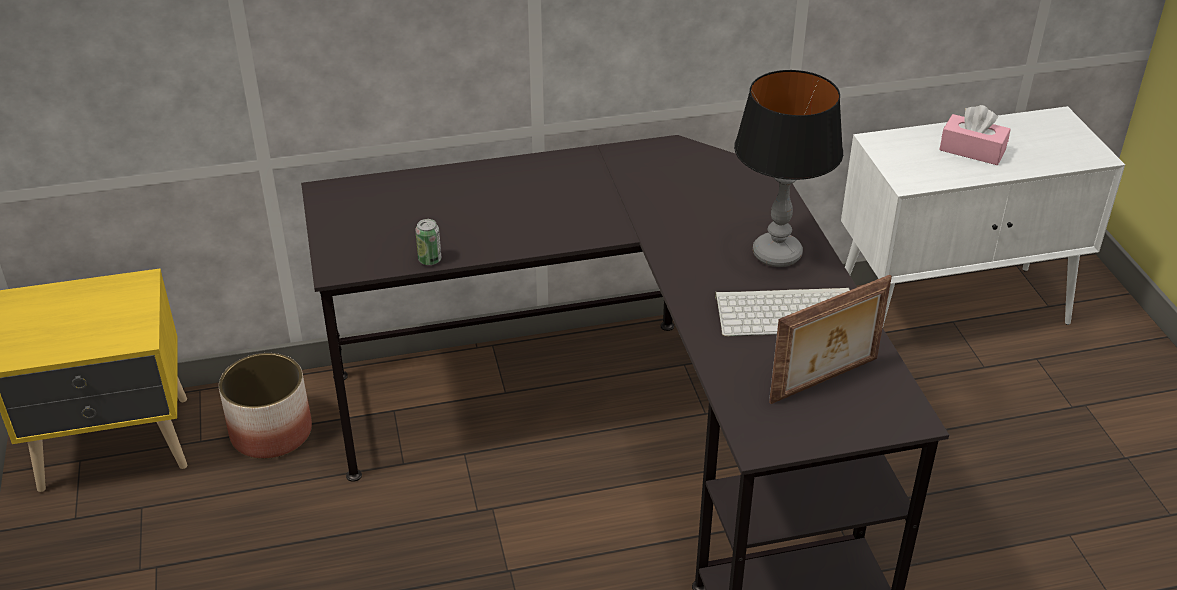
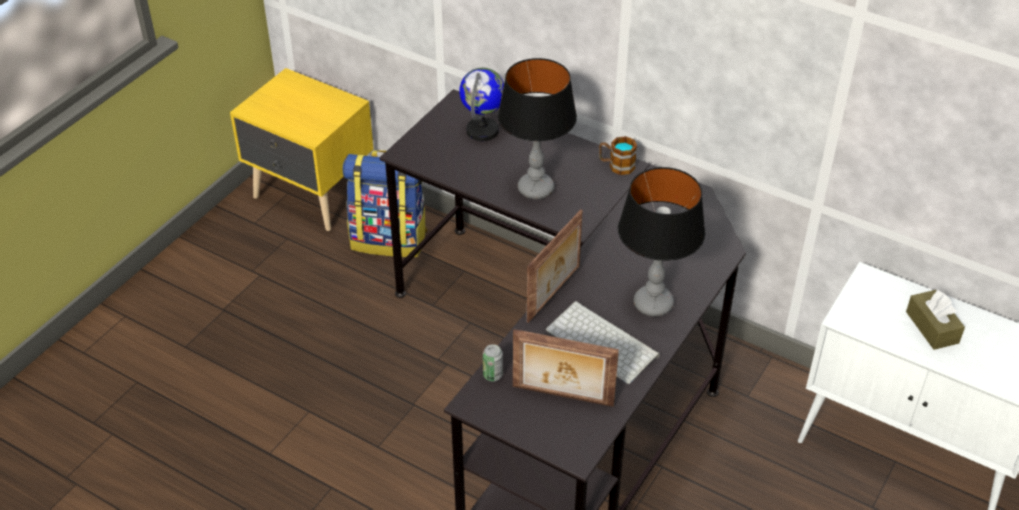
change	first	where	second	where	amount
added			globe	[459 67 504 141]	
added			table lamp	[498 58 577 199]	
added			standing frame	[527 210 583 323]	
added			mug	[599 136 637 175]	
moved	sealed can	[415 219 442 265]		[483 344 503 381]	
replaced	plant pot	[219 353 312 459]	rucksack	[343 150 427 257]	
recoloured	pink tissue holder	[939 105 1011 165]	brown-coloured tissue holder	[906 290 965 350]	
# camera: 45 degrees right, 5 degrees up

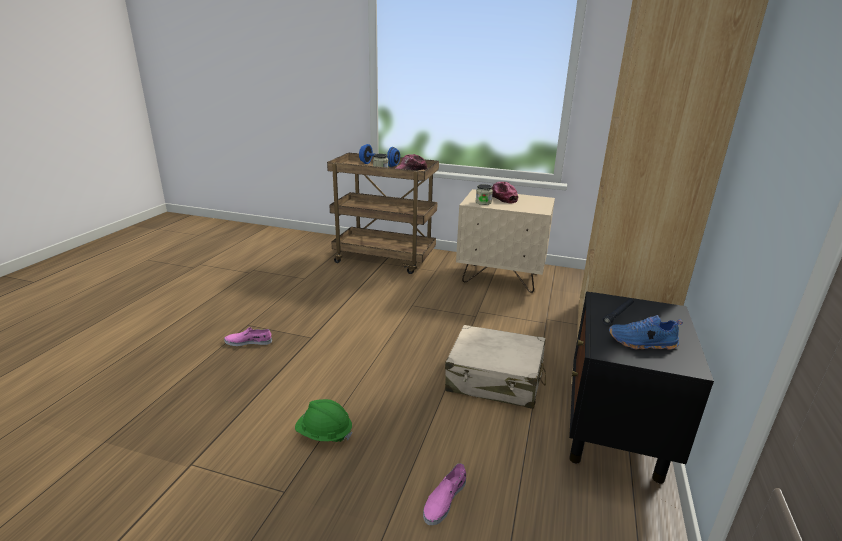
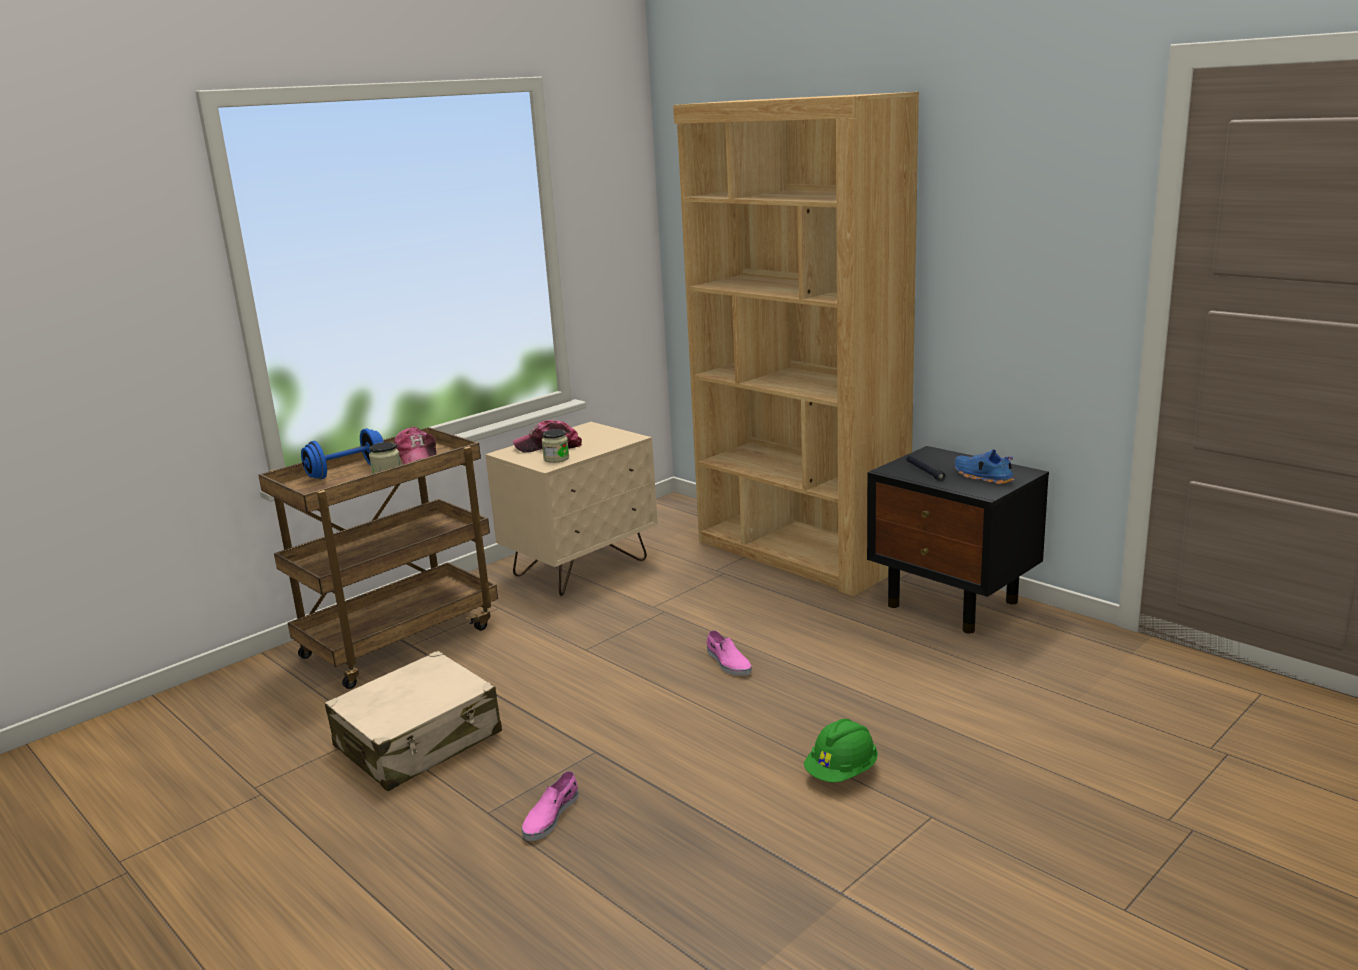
change	first	where	second	where	amount
moved	pink low shoe	[423 463 466 525]		[707 630 752 676]	
moved	beige travel case	[445 325 546 409]		[325 651 502 791]	
turned	blue low shoe	[609 315 683 350]		[954 449 1014 484]	105 degrees clockwise
# camera: 60 degrees left, 5 degrees down

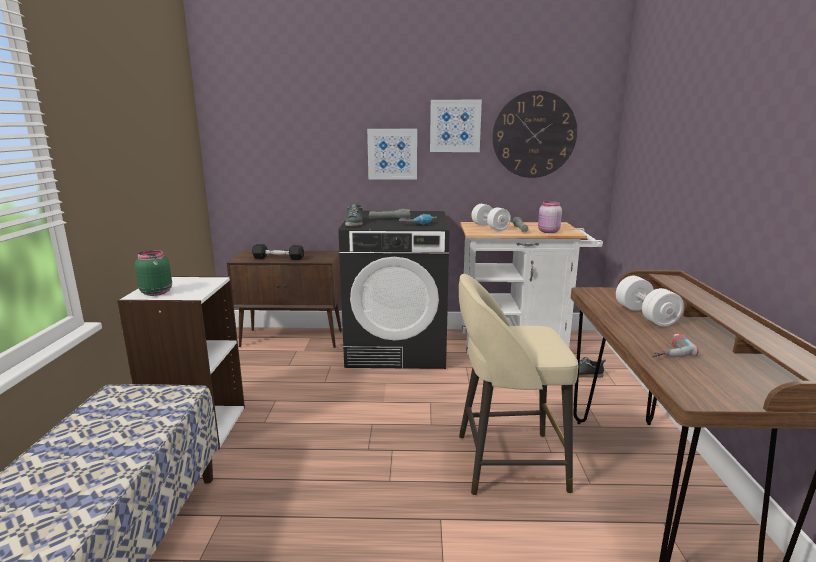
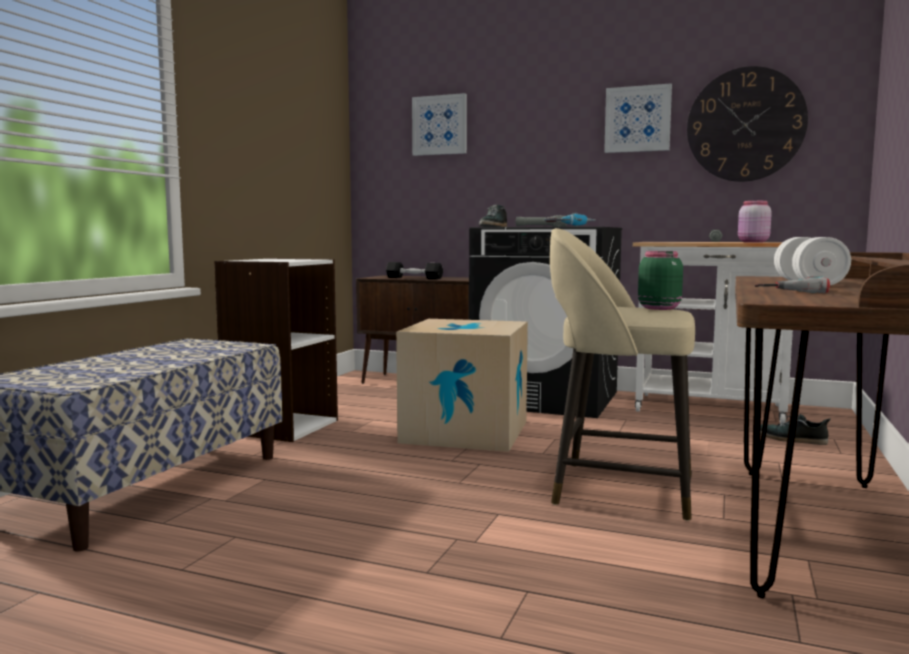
change	first	where	second	where	amount
removed	white-coloured dumbbell	[472 204 511 231]			
added			packing box	[396 319 528 452]	
moved	green storage jar	[135 250 172 296]		[638 251 683 310]	
moved	wall picture	[367 129 417 180]		[412 93 467 156]	
# camera: 20 degrees right, 10 degrees down

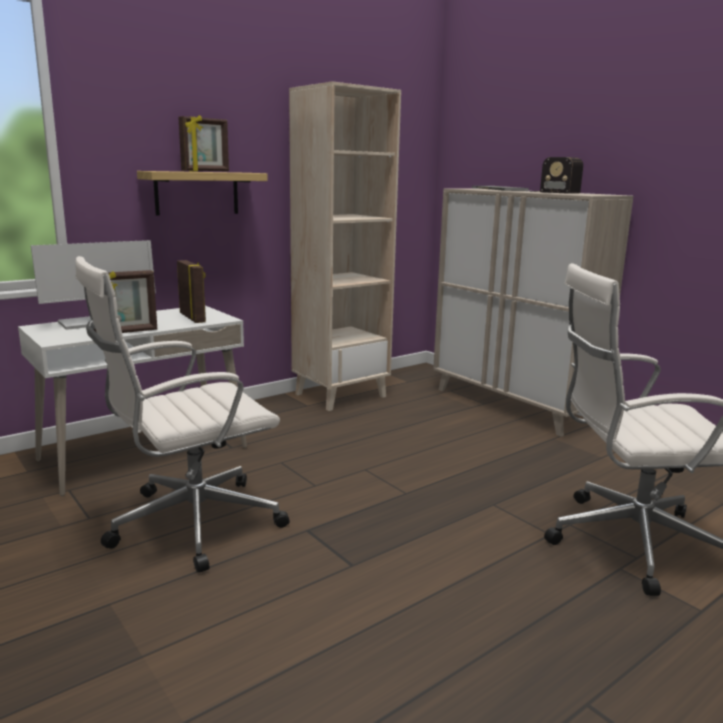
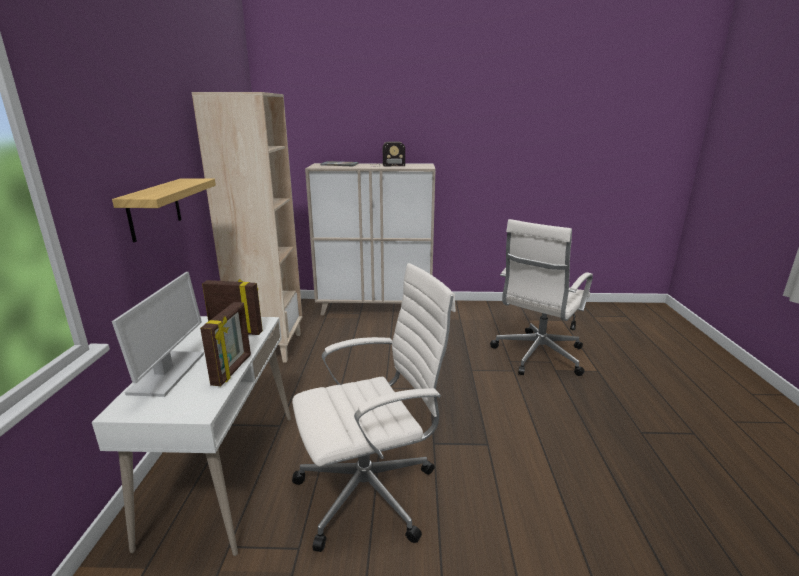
change	first	where	second	where	amount
removed	standing frame	[178 115 229 172]			
turned	white-coloured desk chair	[75 256 290 573]		[292 263 456 552]	120 degrees counterclockwise
# camera: 50 degrees left, 5 degrees up

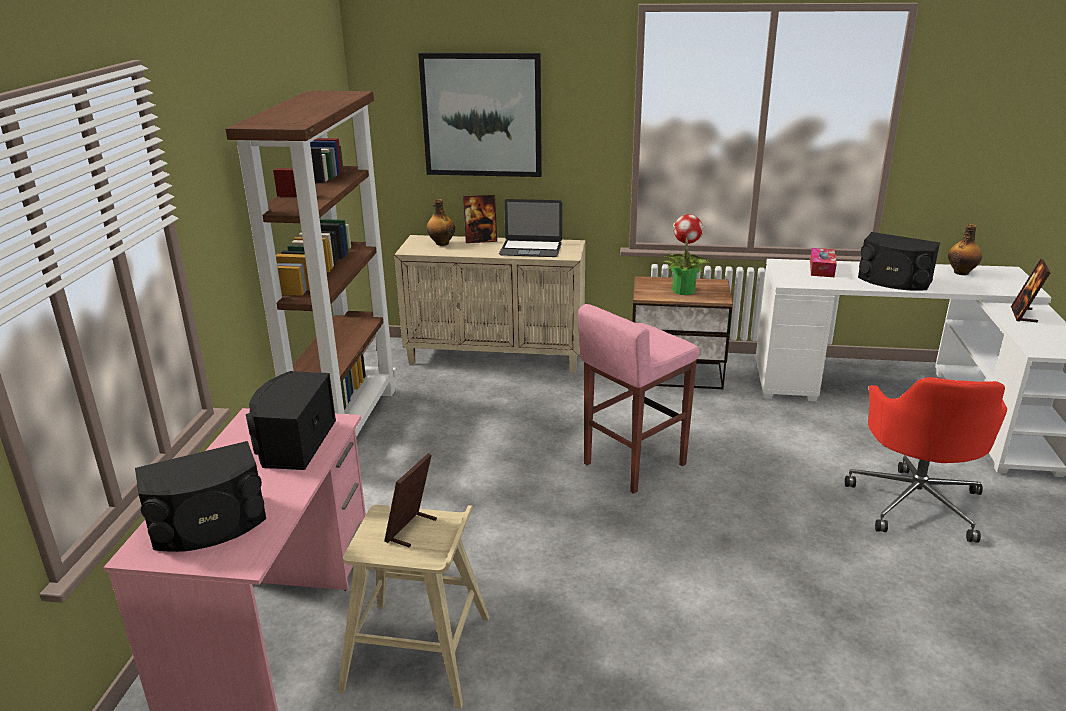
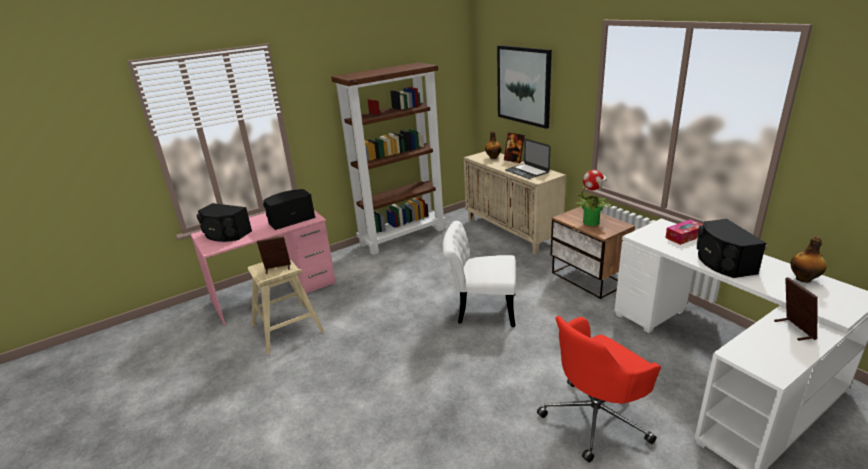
change	first	where	second	where	amount
replaced	pink stool seat	[578 304 700 494]	white-coloured upright chair	[443 221 516 327]	
turned	standing frame	[1011 259 1051 323]		[774 277 818 341]	105 degrees clockwise
# camera: 50 degrees right, 0 degrees up

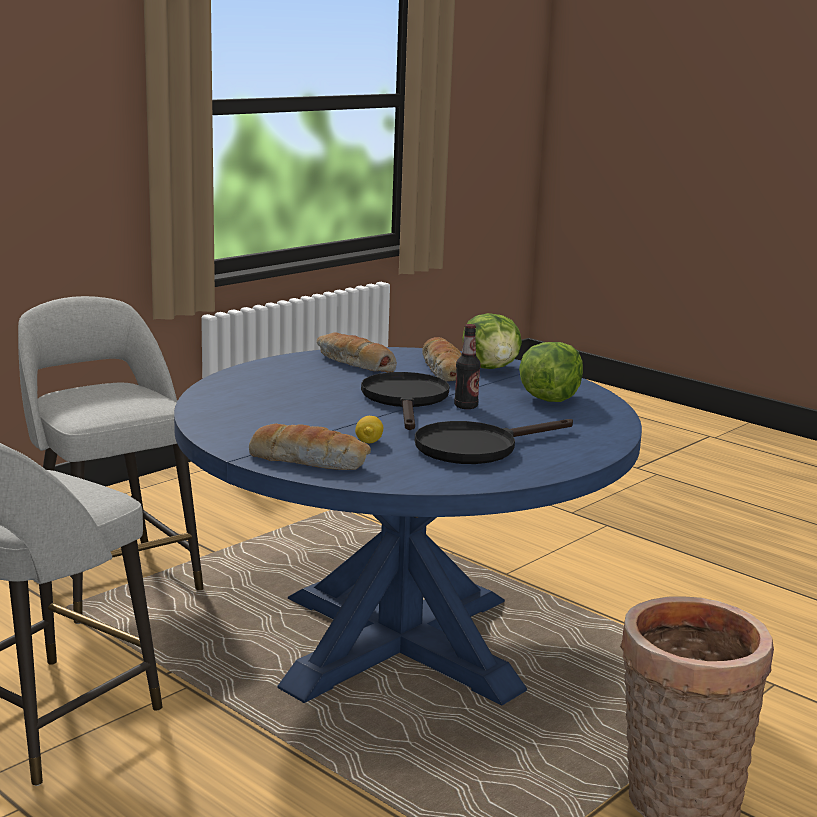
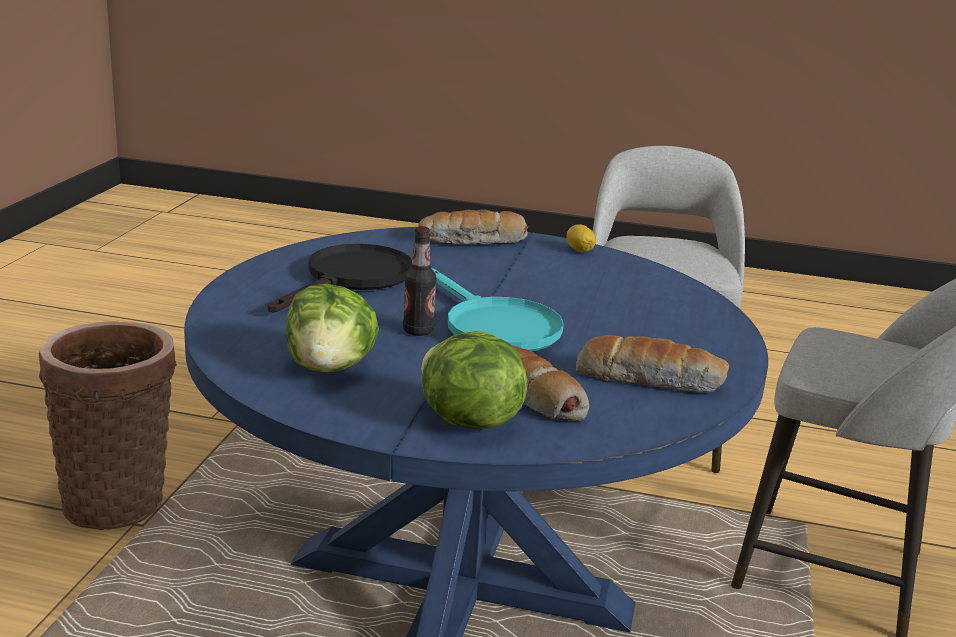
change	first	where	second	where	amount
moved	whole lemon	[355 416 383 443]		[566 224 596 252]	
recoloured	blackish pan	[361 372 450 430]	blue-green pan	[431 268 564 351]	
# camera: 150 degrees right, 5 degrees up

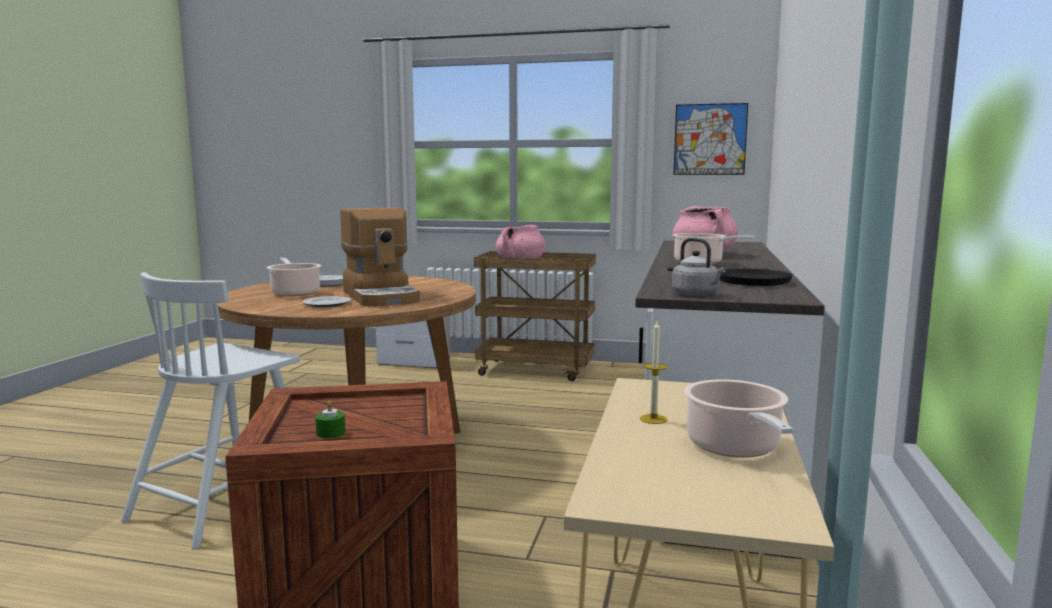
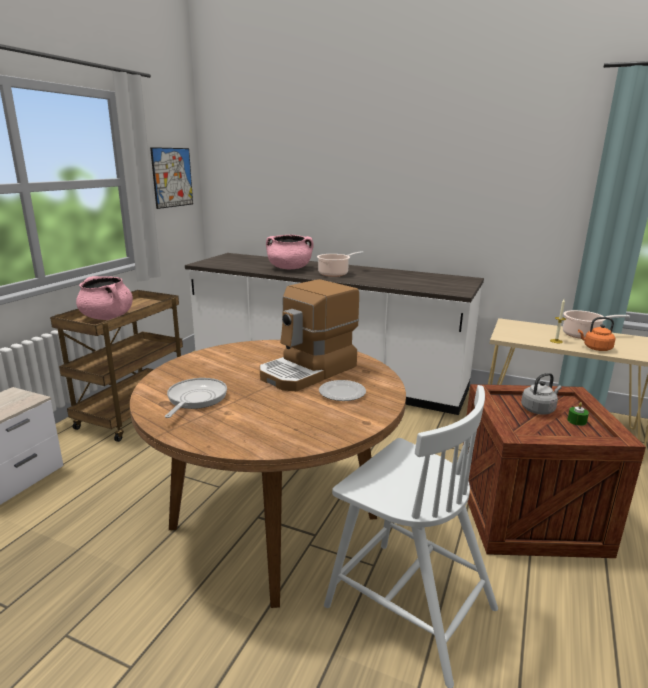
change	first	where	second	where	amount
removed	saucepot	[267 258 321 296]			
removed	blackish pan	[667 267 792 286]			
added			orangey tea kettle	[578 317 615 351]	
moved	greyish tea kettle	[672 238 726 296]		[521 373 562 415]	
turned	coffee maker	[340 208 420 306]		[260 279 359 391]	150 degrees clockwise
# camera: 80 degrees left, 10 degrees up

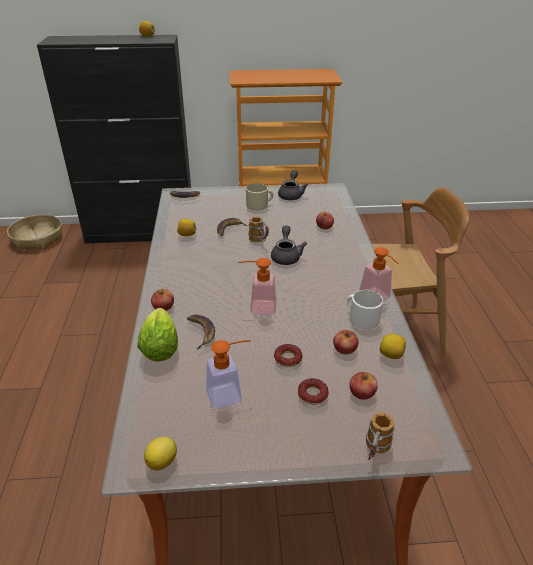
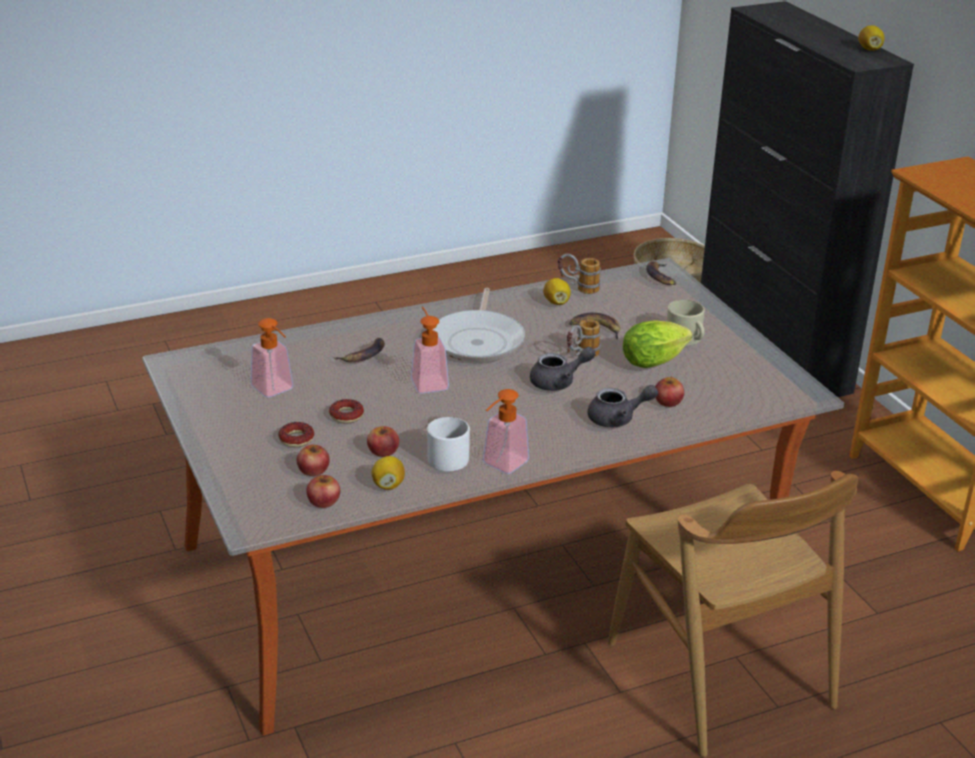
change	first	where	second	where	amount
removed	whole lemon	[144 437 177 471]			
added			pan	[433 288 525 362]	
moved	lettuce head	[137 308 178 362]		[623 320 692 368]	
moved	apple fruit	[151 289 174 311]		[306 475 340 508]	
moved	greyish pot for tea	[278 170 308 200]		[588 385 658 427]	
moved	mug	[366 413 395 460]		[558 254 601 294]	
# camera: 70 degrees right, 5 degrees down

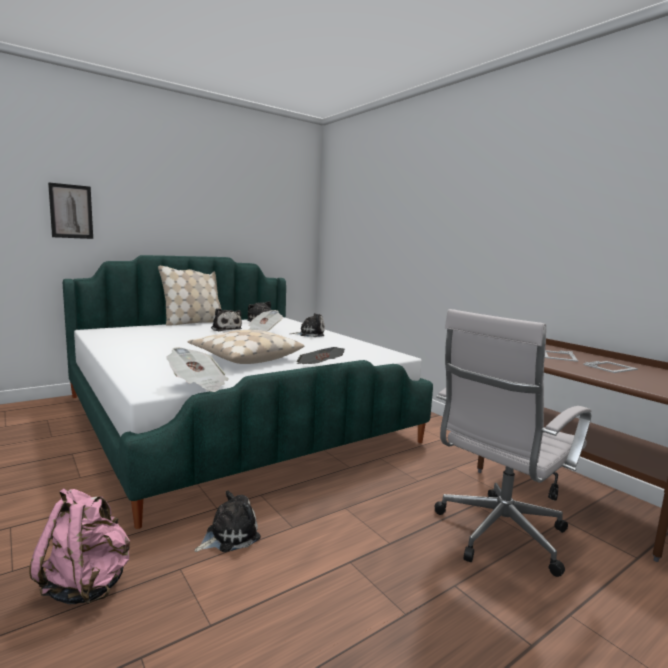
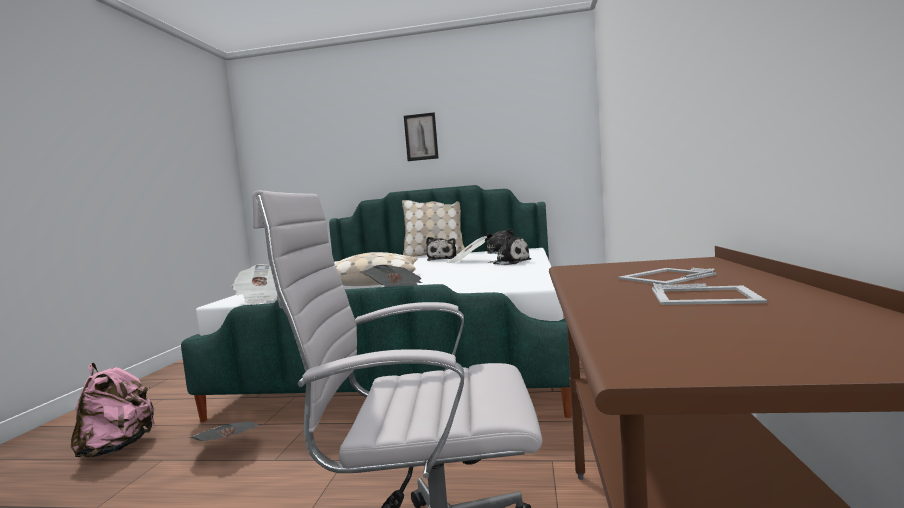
change	first	where	second	where	amount
moved	wall picture	[48 182 93 239]		[404 112 438 161]	
replaced	cuddly toy	[194 491 261 552]	newspaper	[189 421 260 441]	
# camera: 45 degrees right, 5 degrees down

